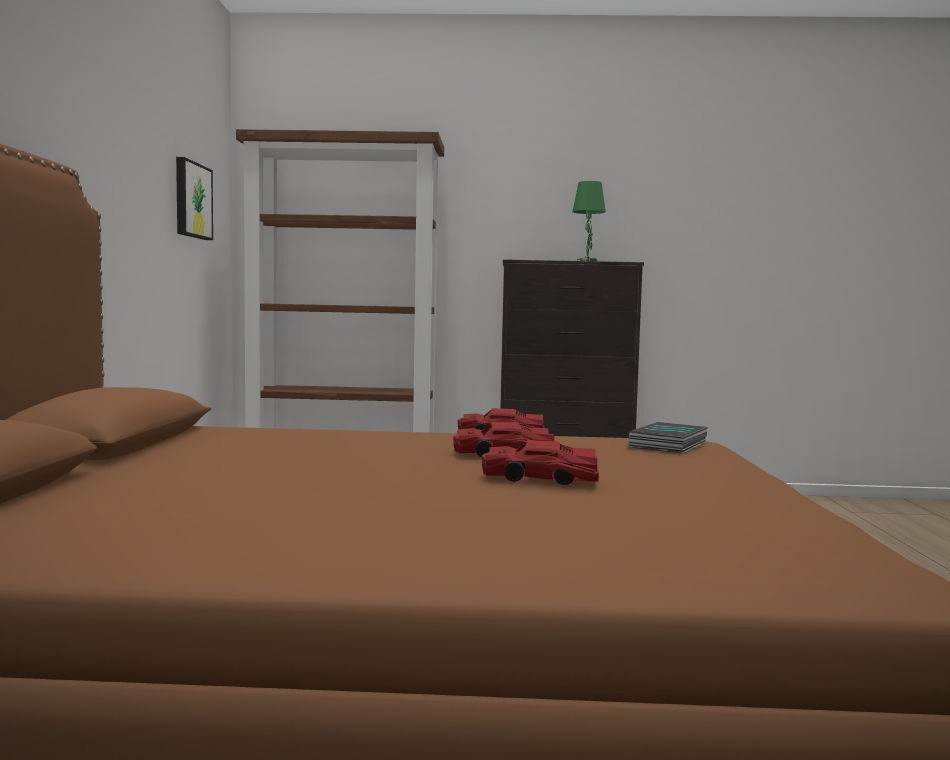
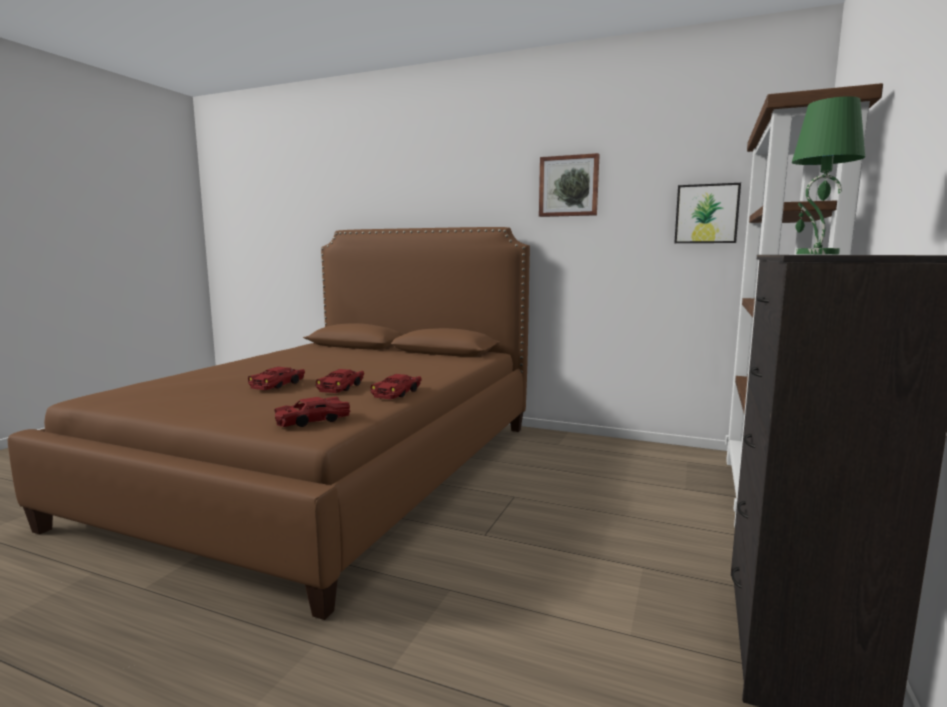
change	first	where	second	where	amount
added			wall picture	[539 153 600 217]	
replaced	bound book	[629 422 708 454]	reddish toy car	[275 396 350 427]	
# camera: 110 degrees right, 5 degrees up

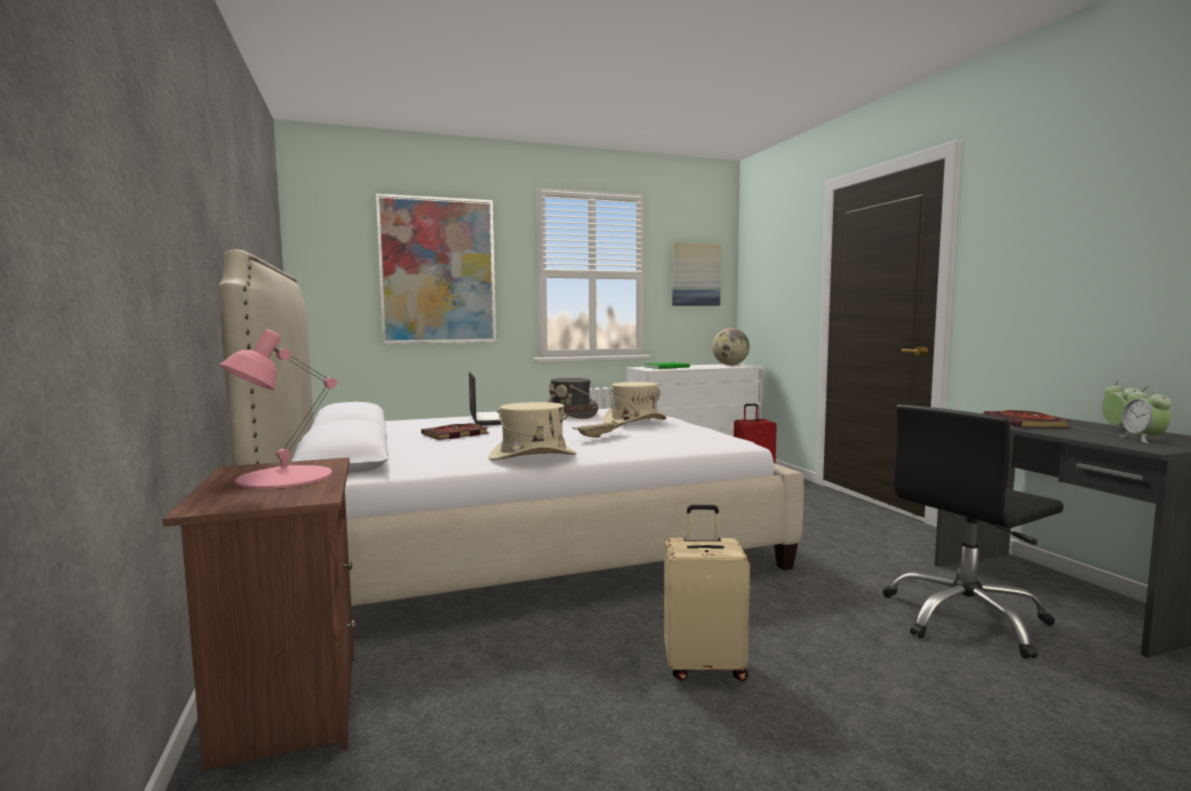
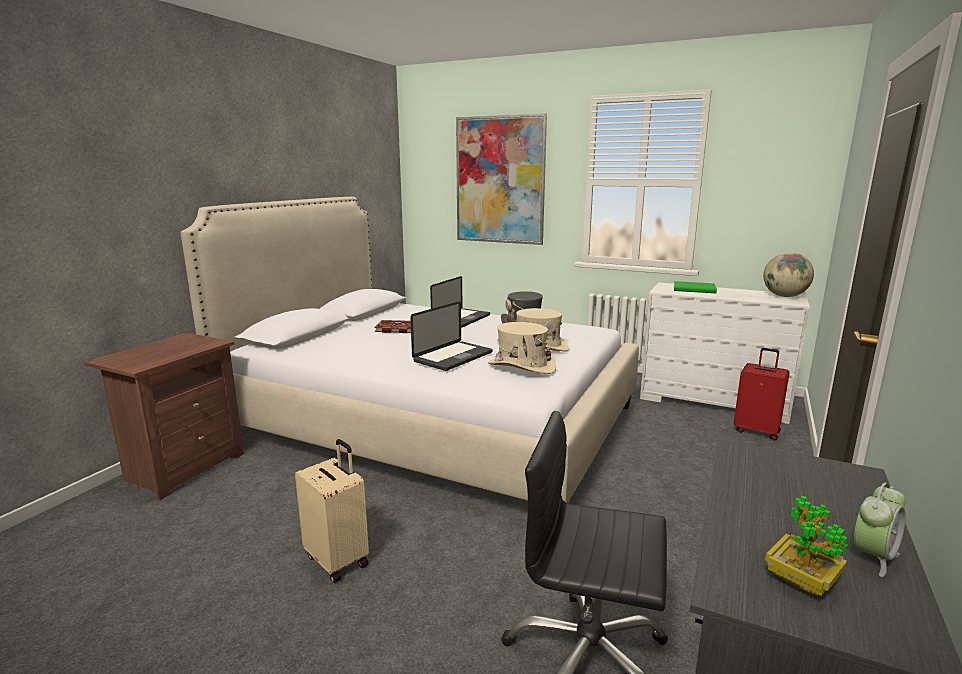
change	first	where	second	where	amount
removed	pink table lamp	[219 329 337 489]			
removed	wall picture	[672 243 721 306]			
removed	bound book	[983 410 1071 428]			
moved	beige wearable hat	[489 402 577 461]		[488 322 556 374]	
replaced	beige carrying tray	[572 420 626 438]	laptop	[411 301 493 371]	
replaced	table clock	[1120 386 1172 443]	houseplant	[765 496 848 596]	
# camera: 45 degrees right, 10 degrees up

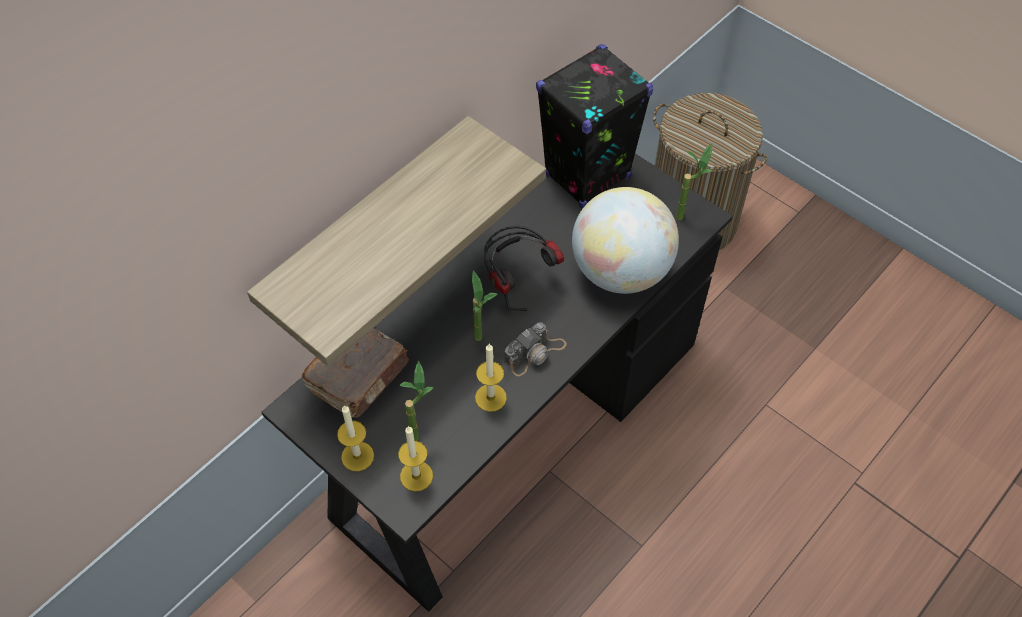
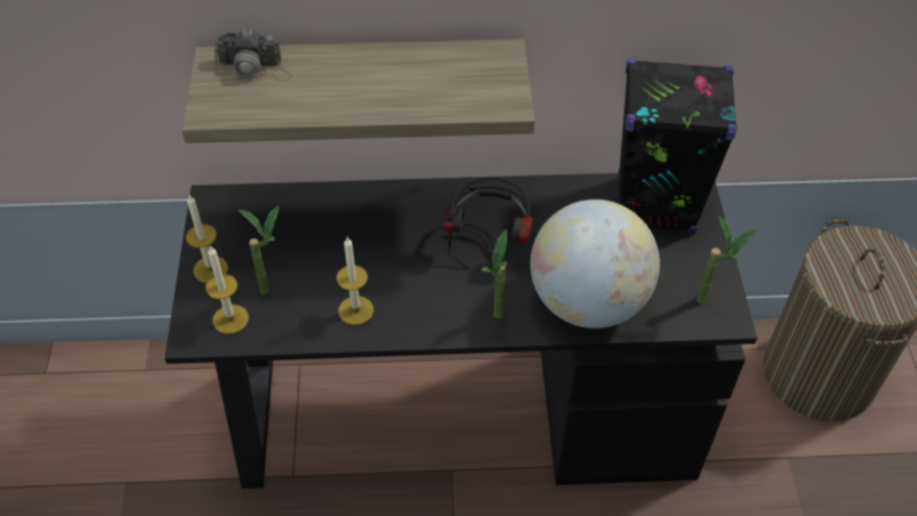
change	first	where	second	where	amount
removed	brown-coloured bound book	[302 328 409 418]			
moved	houseplant	[472 271 497 341]		[481 229 507 318]	
moved	photo camera	[504 322 567 376]		[214 29 292 82]	
# camera: 45 degrees right, 5 degrees down

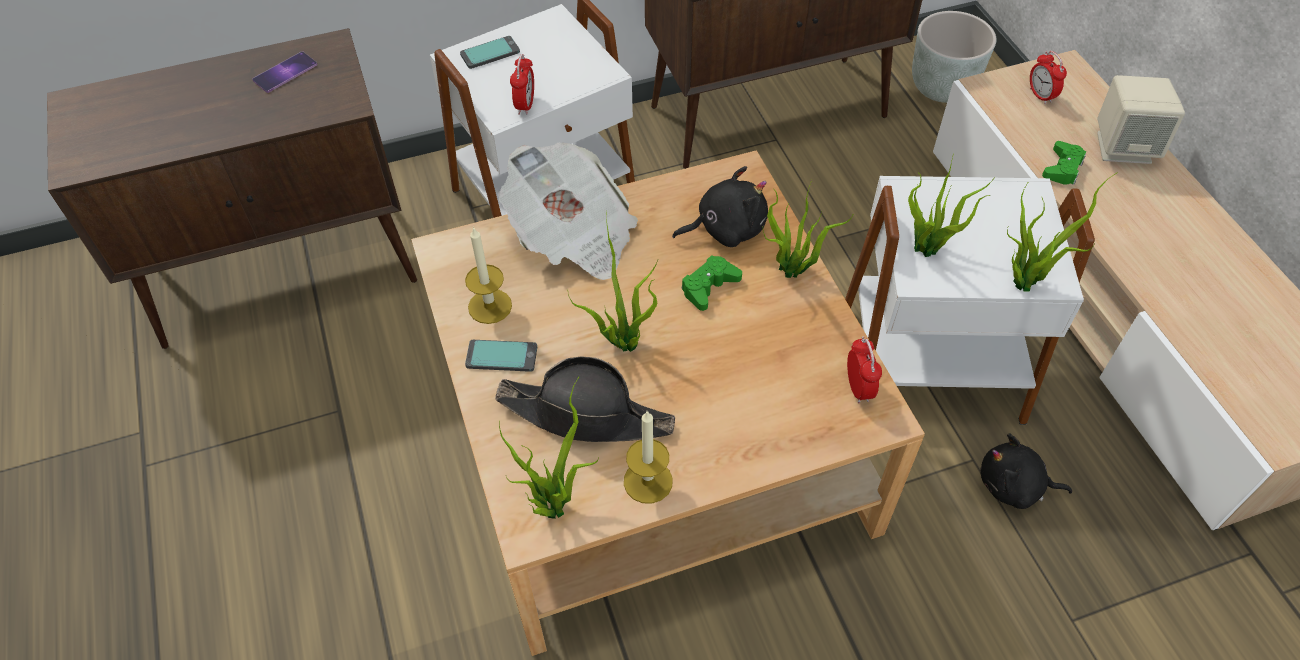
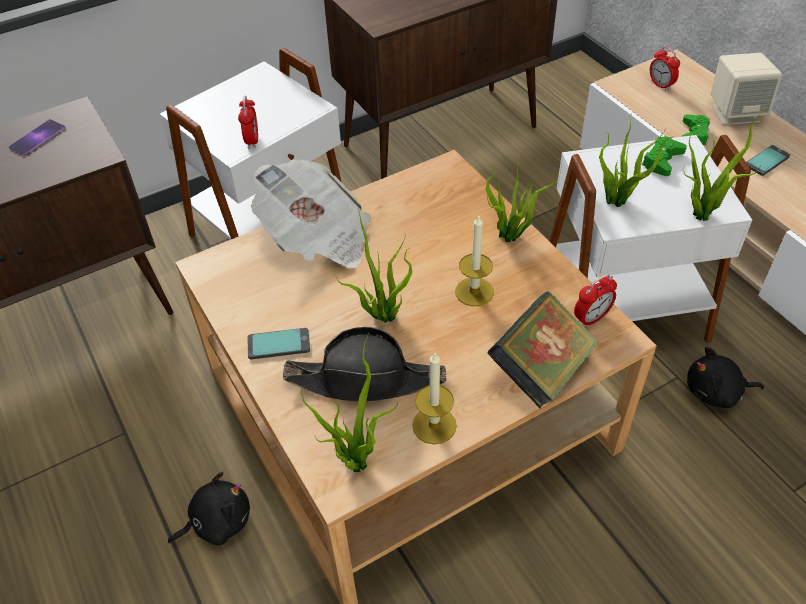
change	first	where	second	where	amount
removed	greyish plant pot	[912 11 996 103]			
added			bound book	[487 291 599 408]	
moved	telephone	[460 36 520 69]		[746 145 790 176]	
moved	candle	[465 226 512 324]		[455 214 494 306]	
moved	blackish cuddly toy	[672 166 768 247]		[168 472 250 545]	
moved	green game controller	[682 255 742 311]		[642 137 687 176]	
turned	table clock	[847 336 882 404]		[574 274 617 328]	75 degrees clockwise
# camera: 10 degrees left, 5 degrees down

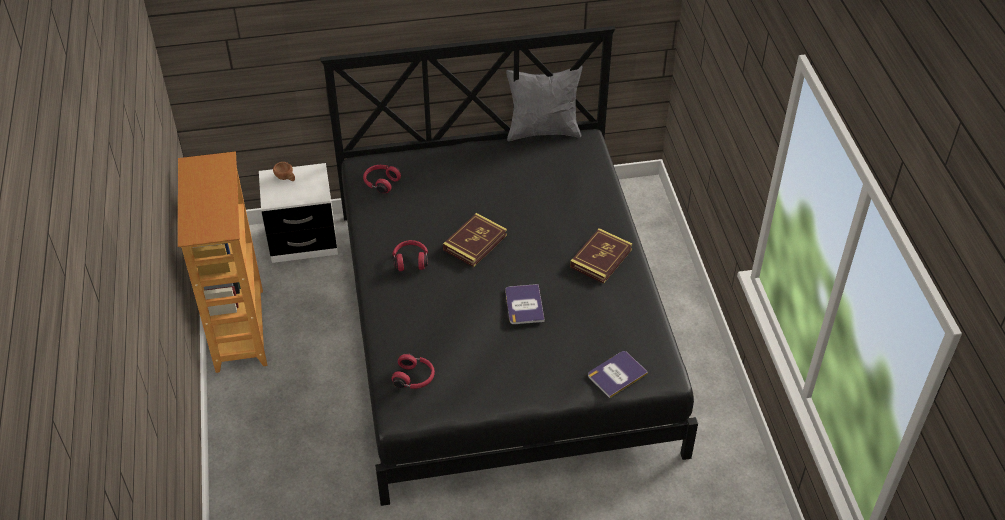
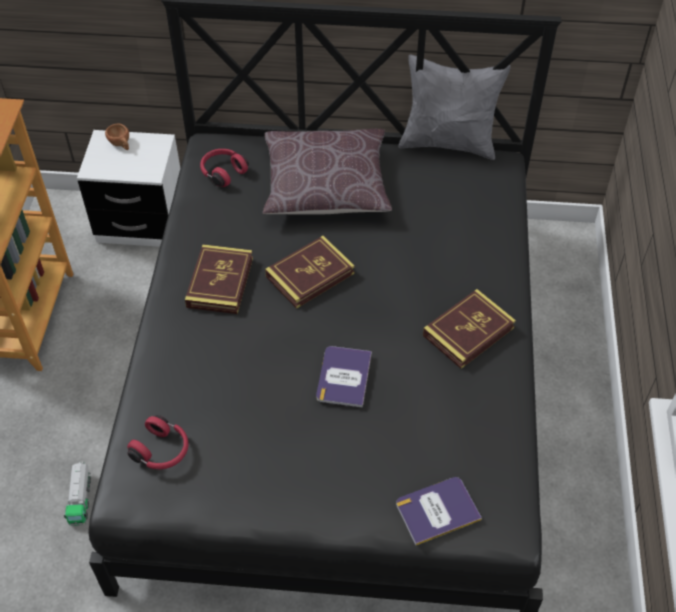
change	first	where	second	where	amount
added			model truck	[64 462 91 526]	
added			brown-coloured cushion	[263 129 392 214]	
replaced	reddish headphones	[393 240 428 271]	bound book	[185 244 253 314]	
# camera: 15 degrees right, 5 degrees up

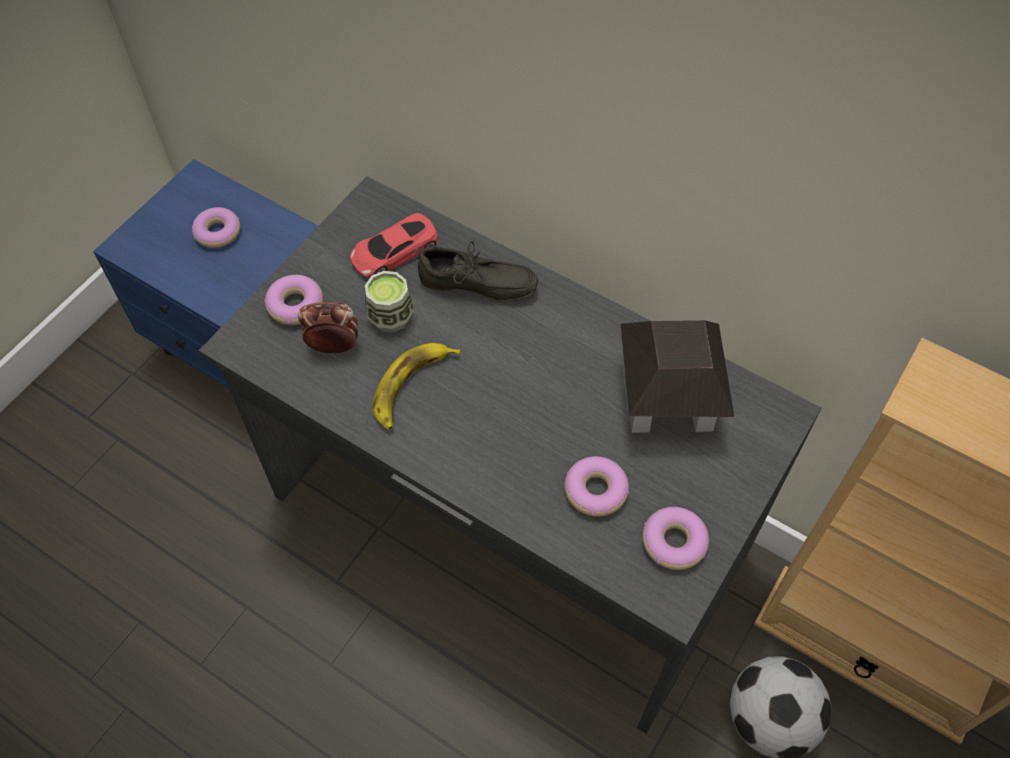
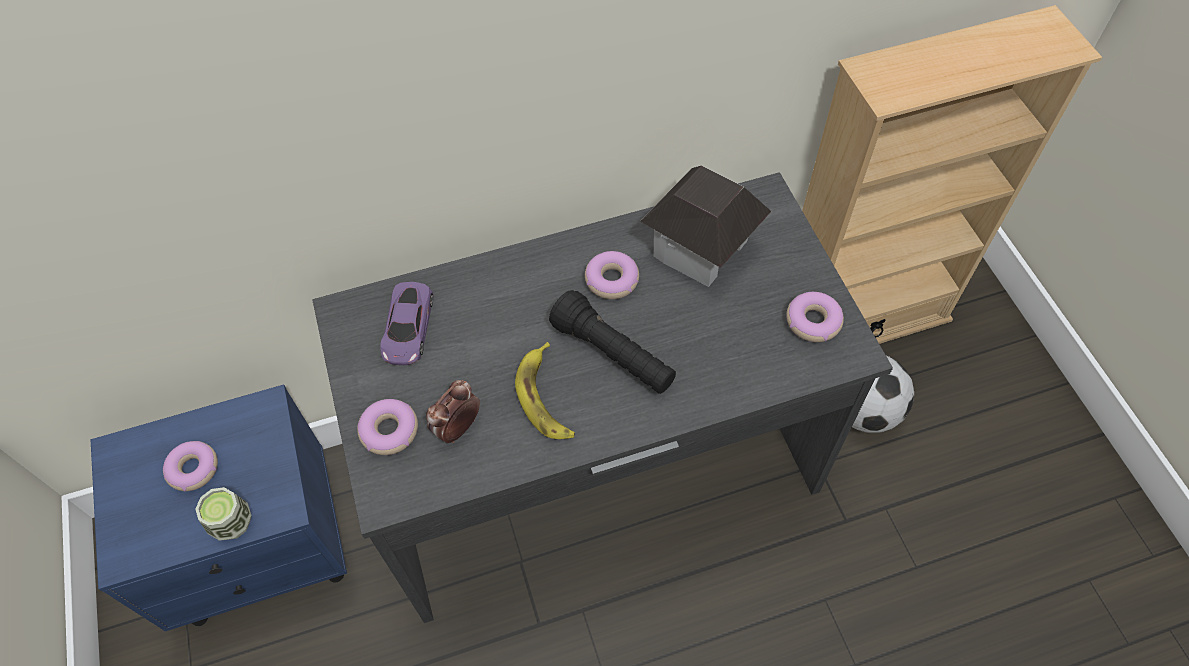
change	first	where	second	where	amount
removed	greyish low shoe	[418 241 538 302]			
added			blackish torch	[549 290 676 394]	
moved	drinking cup	[365 271 414 332]		[195 487 251 540]	
moved	doughnut	[564 456 629 517]		[585 251 639 299]	
recoloured	reddish toy car	[350 213 438 278]	purple-coloured toy car	[380 282 433 365]	
# camera: 50 degrees left, 0 degrees up

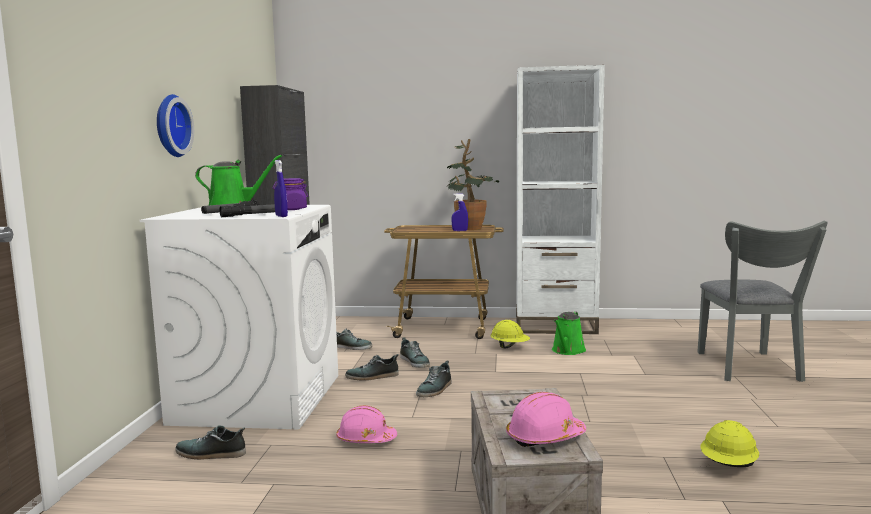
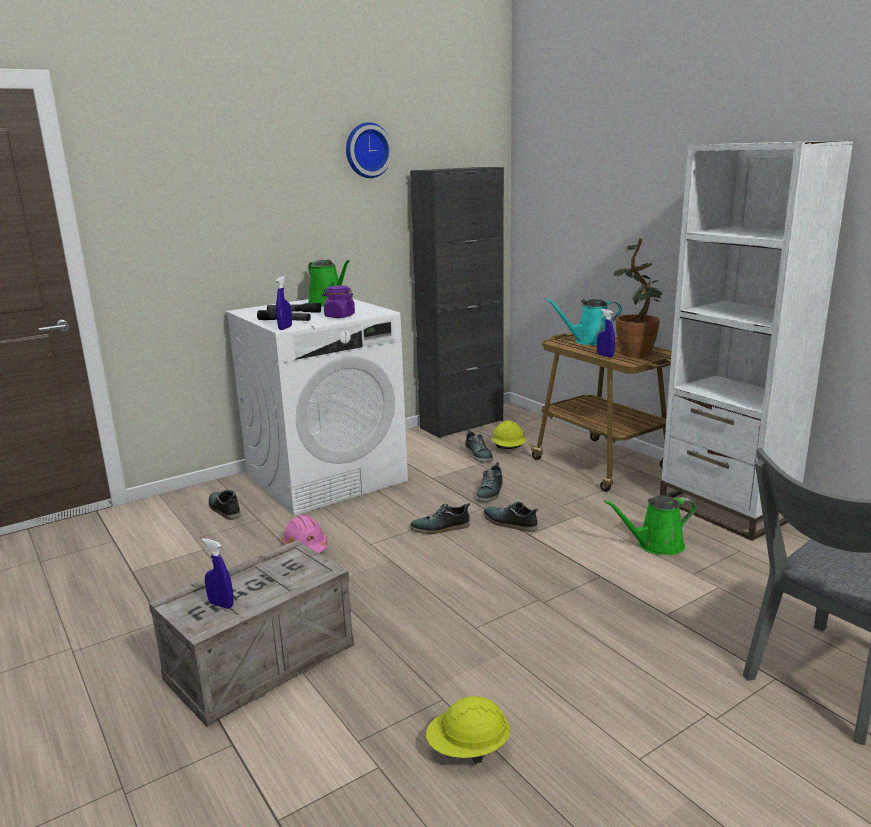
change	first	where	second	where	amount
added			blue-green watering can	[545 298 622 345]	
moved	hanging clock	[157 94 194 157]		[346 122 393 178]	
moved	low shoe	[345 354 398 381]		[483 502 538 532]	
moved	yellow hard hat	[491 320 530 348]		[492 421 526 449]	
replaced	pink hard hat	[506 392 586 447]	blue hand sprayer	[202 538 234 609]	
# camera: 50 degrees right, 10 degrees up

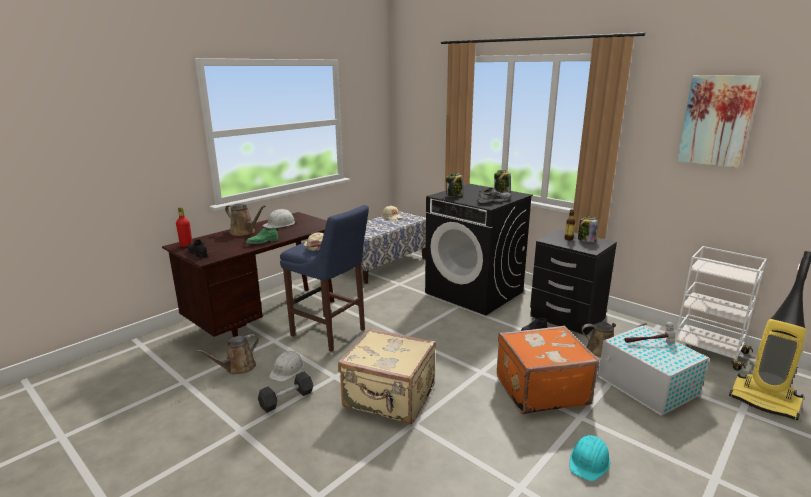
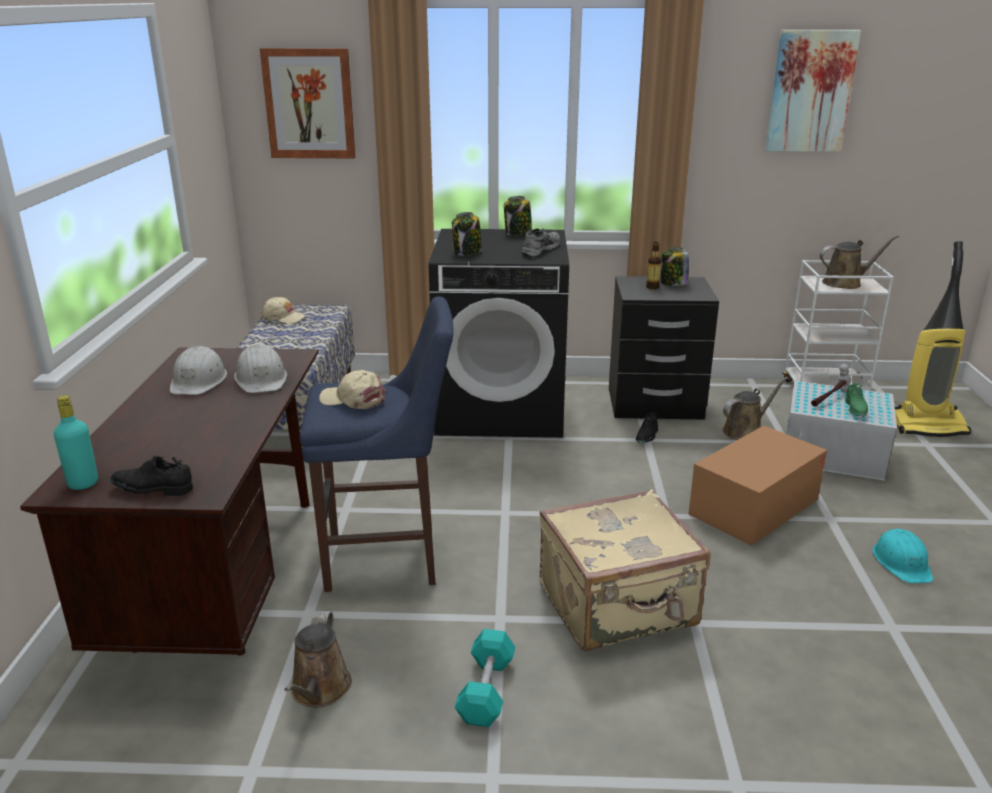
change	first	where	second	where	amount
added			wall picture	[260 48 356 158]	
moved	brown-coloured watering can	[225 204 265 236]		[820 235 899 289]	
moved	green low shoe	[246 227 278 244]		[845 382 868 417]	
moved	white-coloured hard hat	[269 351 304 382]		[234 344 287 393]	
replaced	orangey travel case	[497 326 600 415]	packing box	[688 426 827 546]	
recoloured	reddish drink bottle	[176 207 193 247]	blue-green drink bottle	[54 395 98 490]	
recoloured	greyish dumbbell	[258 372 313 413]	blue-green dumbbell	[454 629 515 727]	
# camera: 40 degrees left, 5 degrees up

